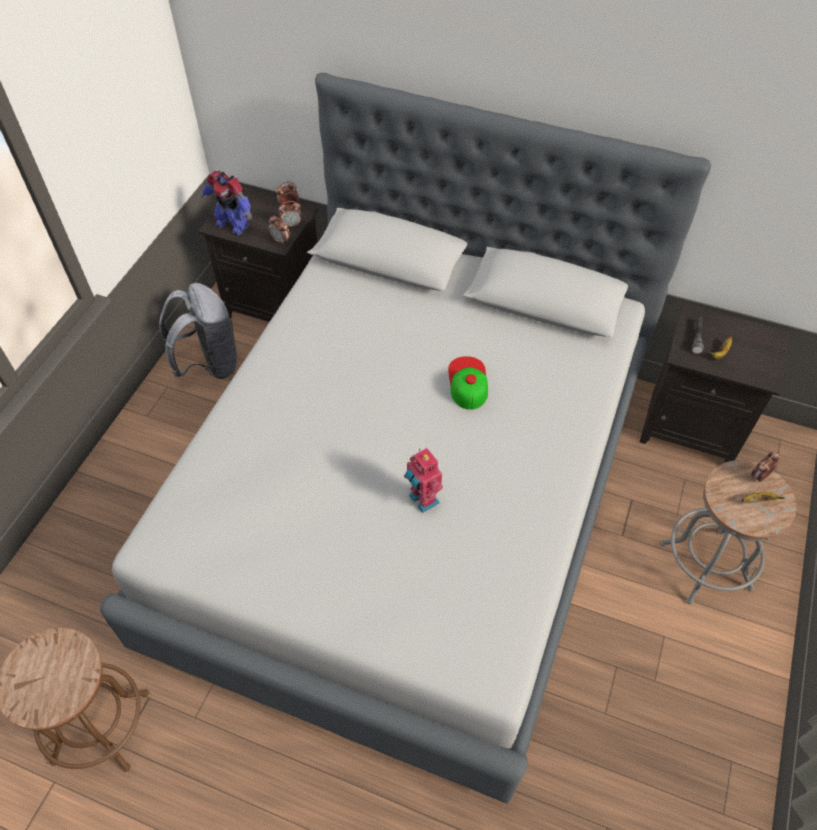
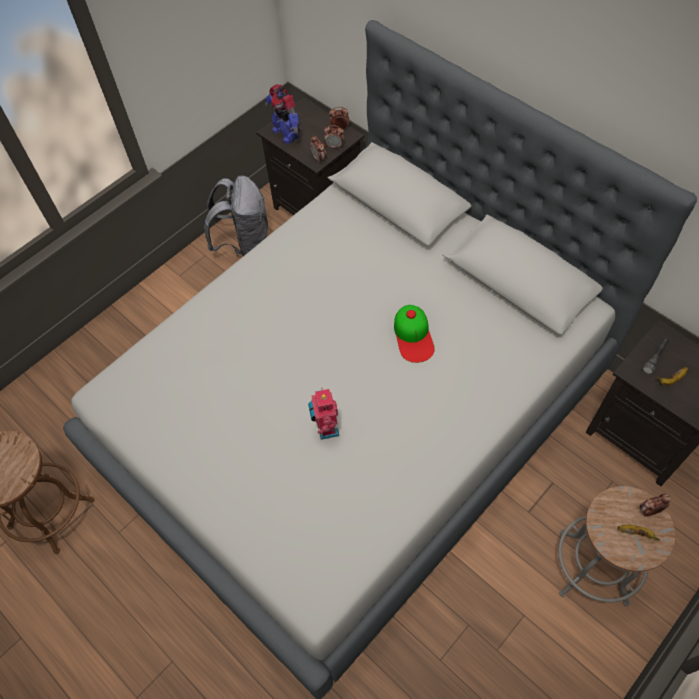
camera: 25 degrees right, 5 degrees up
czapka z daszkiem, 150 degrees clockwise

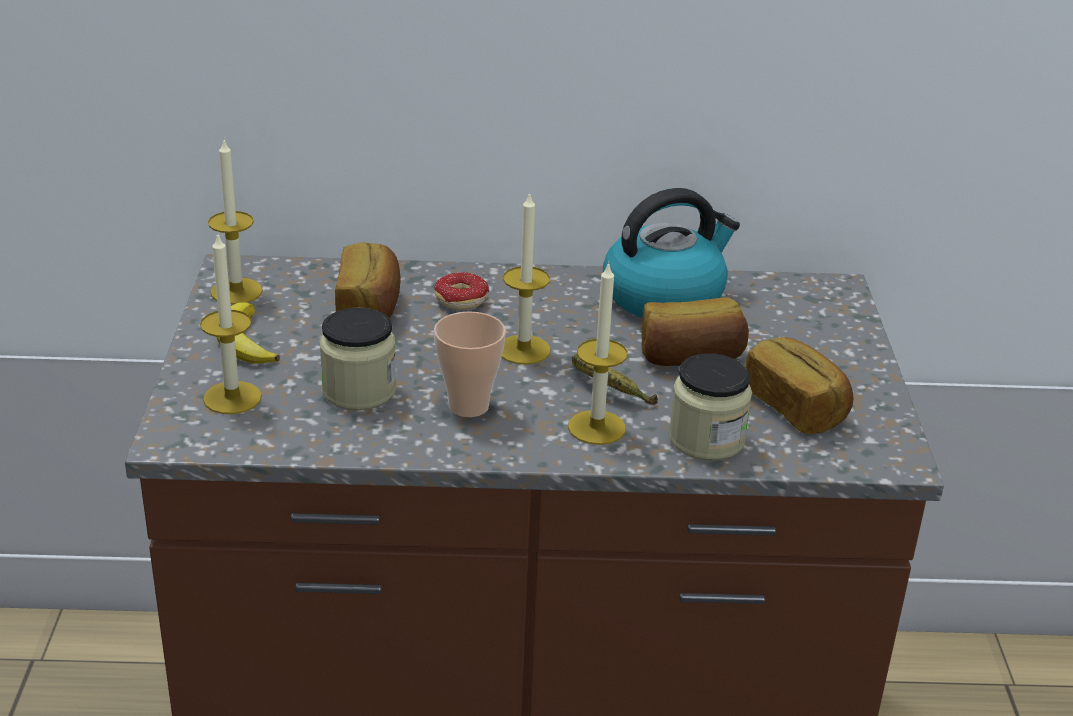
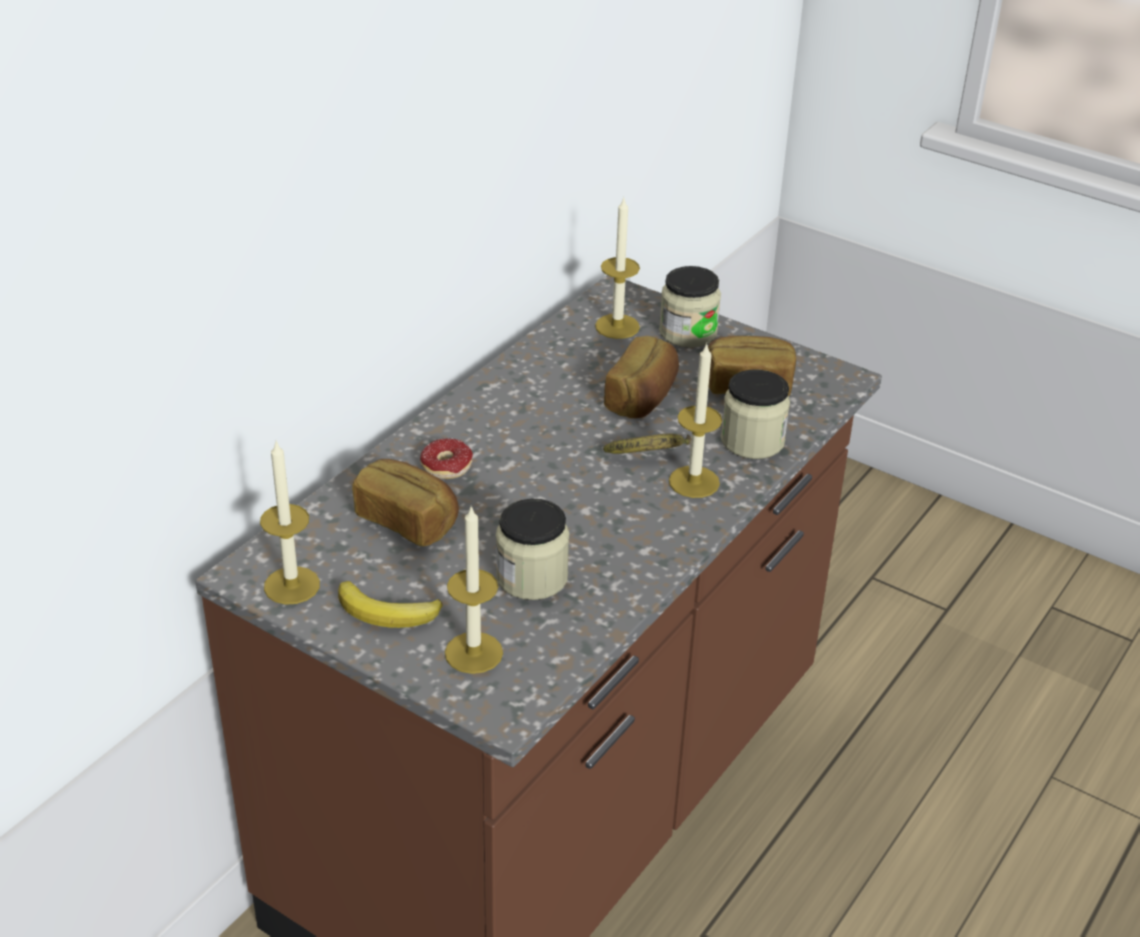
camera: 55 degrees left, 5 degrees up
czajnik -> none
świeca (no. 3 from left), shifted
filiżanka -> none
none -> słoik (no. 2 from left)

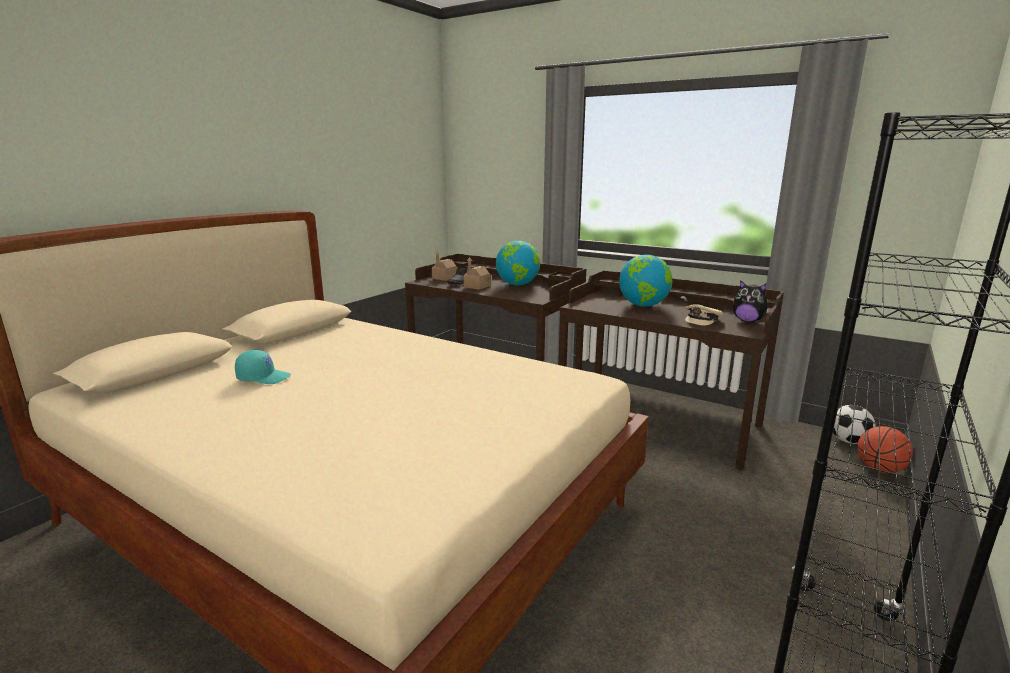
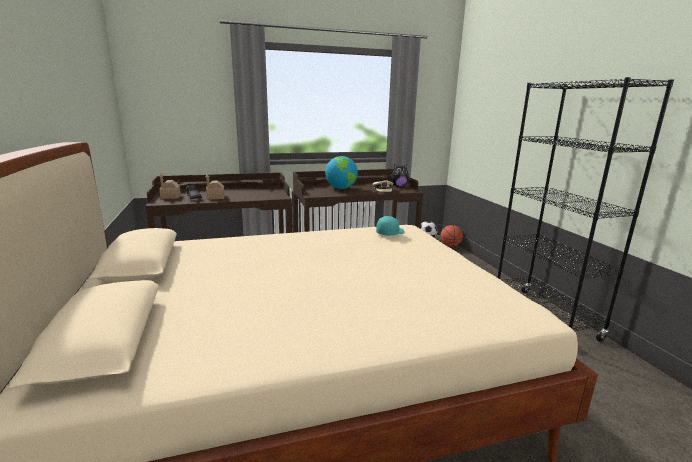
camera: 50 degrees left, 0 degrees up
globus (no. 1 from left) -> none
czapka z daszkiem [turkusowy], shifted

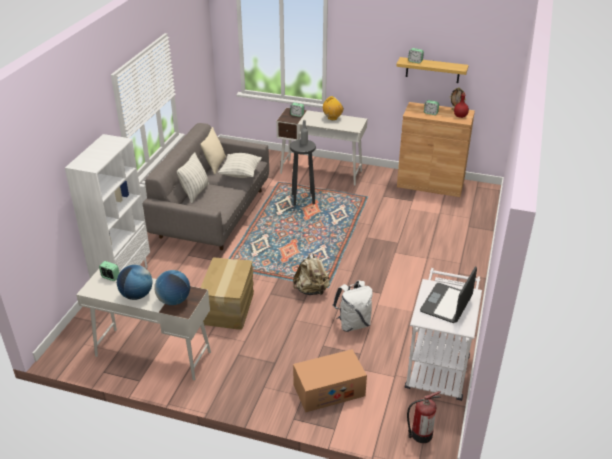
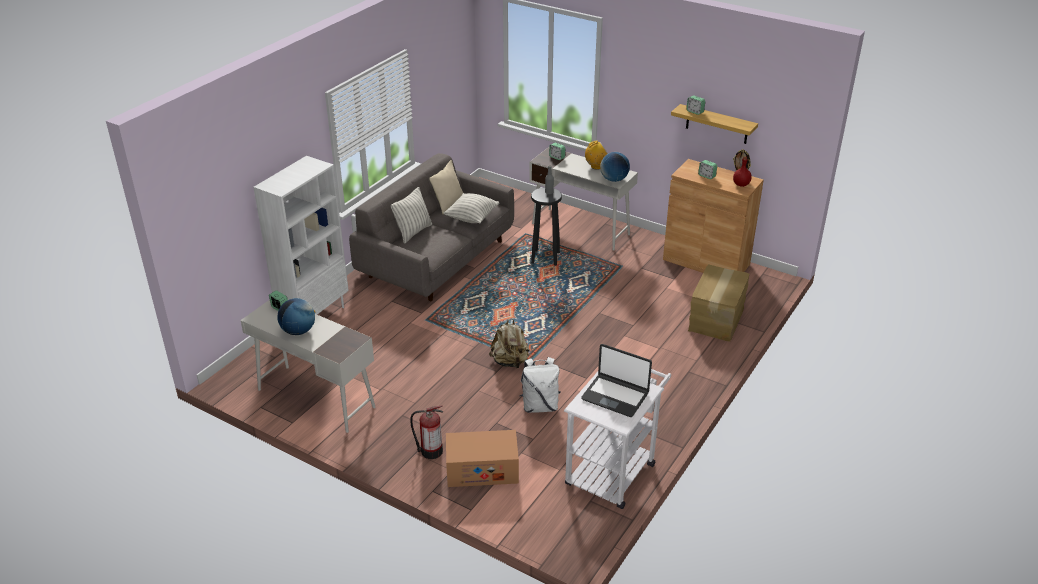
camera: 15 degrees right, 0 degrees up
karton (no. 1 from left in the first image) -> karton (no. 2 from left), shifted
laptop, 105 degrees counterclockwise
globus (no. 2 from left), shifted
gaśnica, shifted

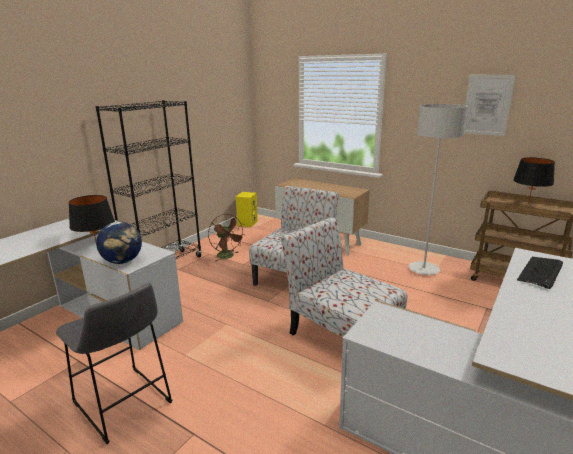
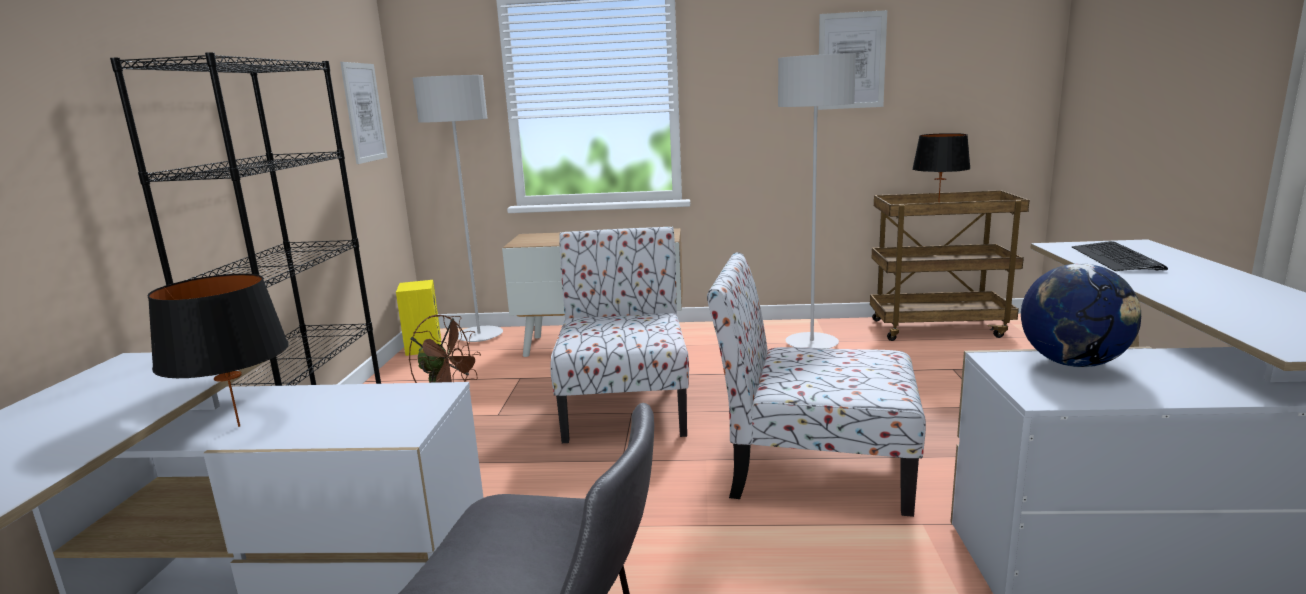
camera: 30 degrees left, 5 degrees down
globus, shifted
none -> obraz (no. 1 from left)
none -> lampa stojąca [szary] (no. 1 from left)

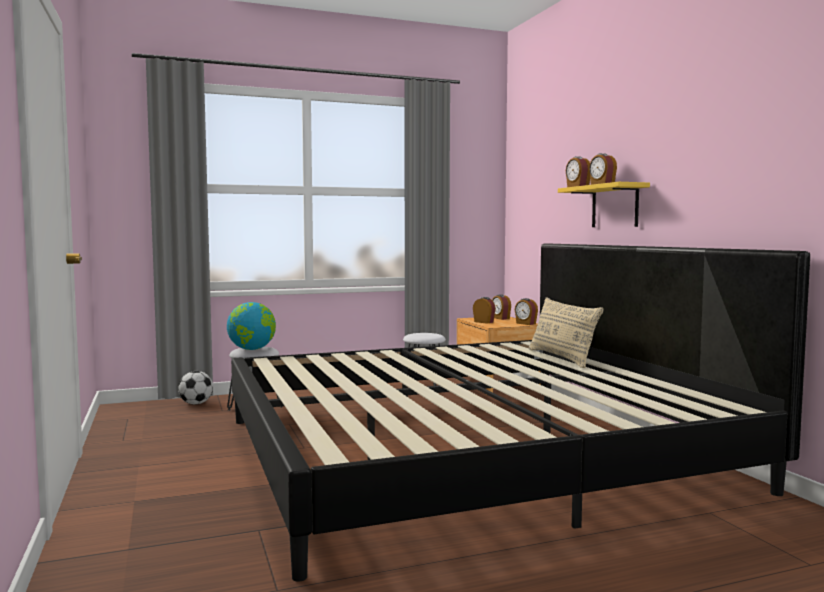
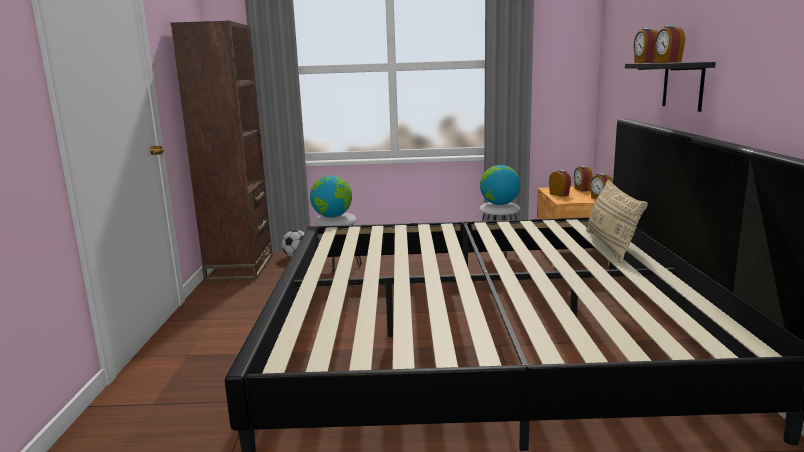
camera: 20 degrees right, 10 degrees up
półka [żółty] -> półka [czarny]
none -> regał [brązowy]
none -> globus (no. 2 from left)

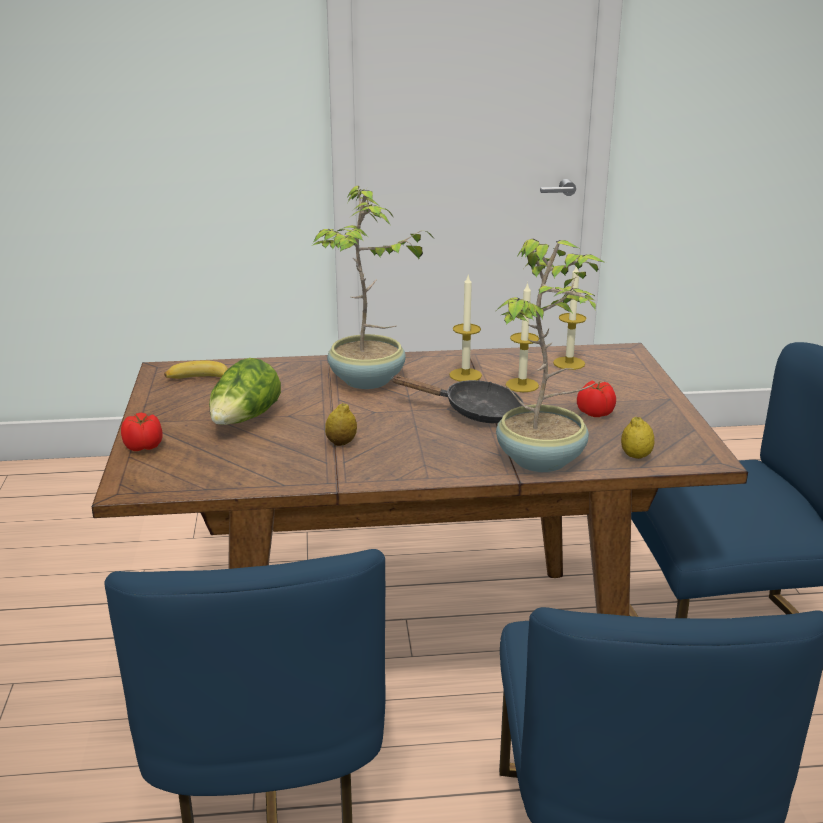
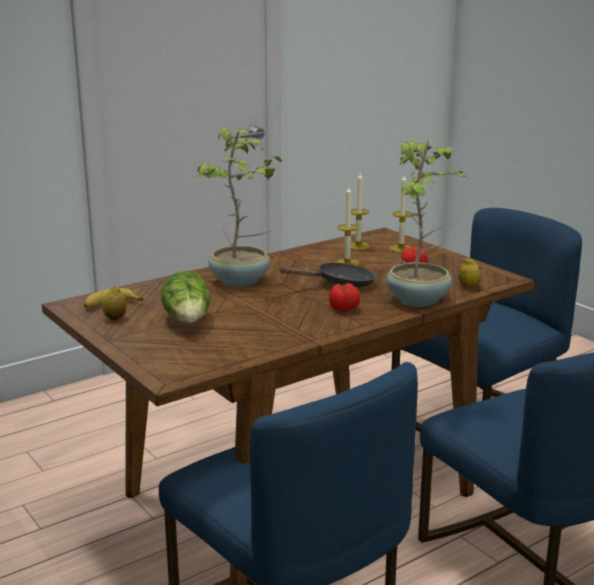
camera: 30 degrees left, 5 degrees down
świeca (no. 1 from left in the first image) -> świeca (no. 3 from left), shifted
cytryna (no. 1 from left), shifted
pomidor (no. 1 from left), shifted

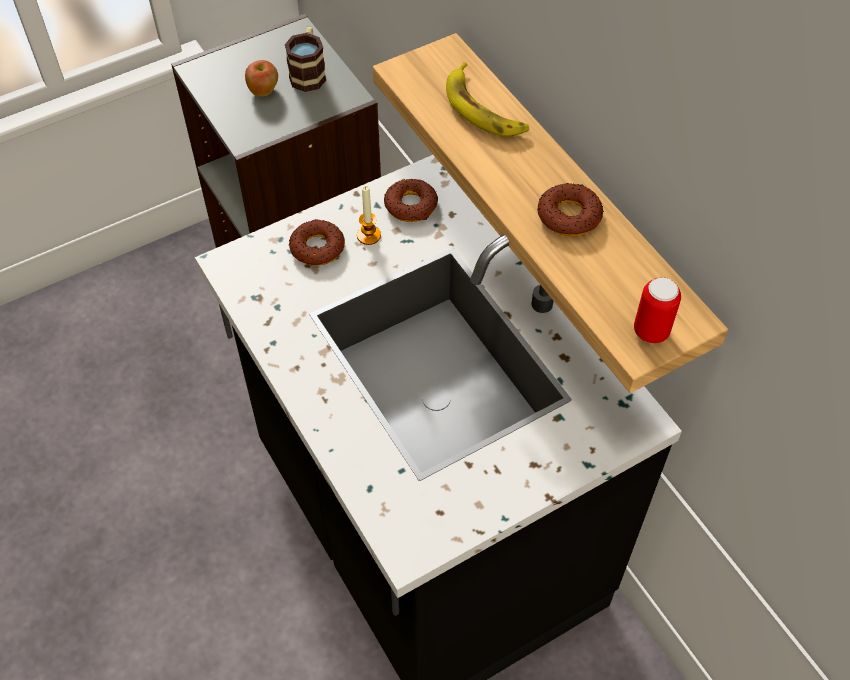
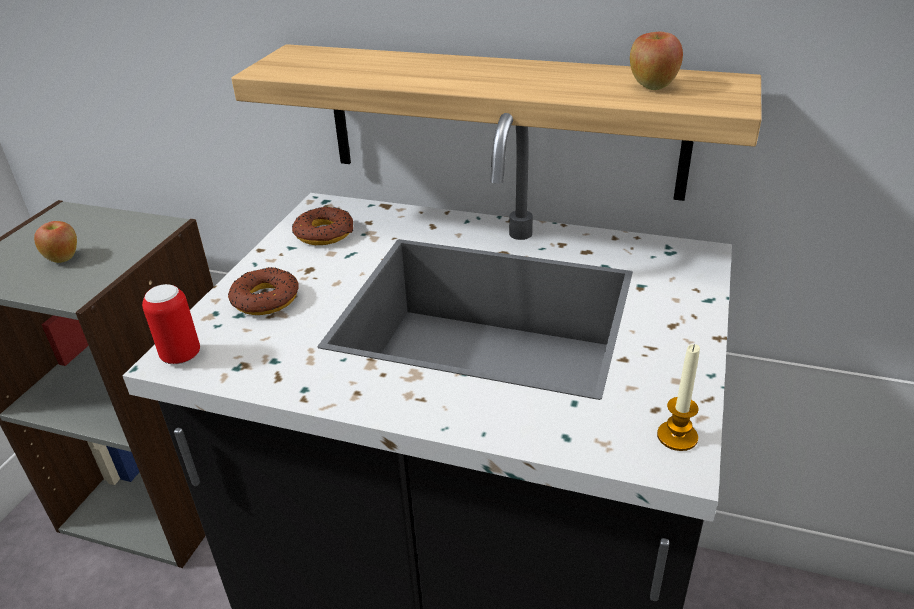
camera: 40 degrees left, 20 degrees down
kubek -> none
banan -> none
donut (no. 3 from left) -> none
świeca, shifted
puszka, shifted
none -> jabłko (no. 2 from left)

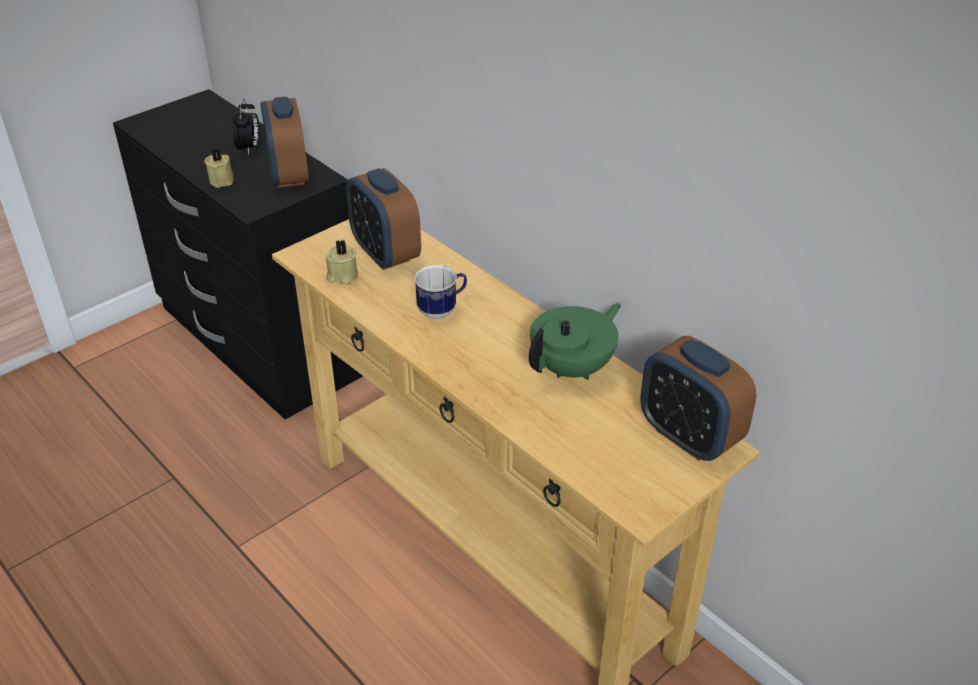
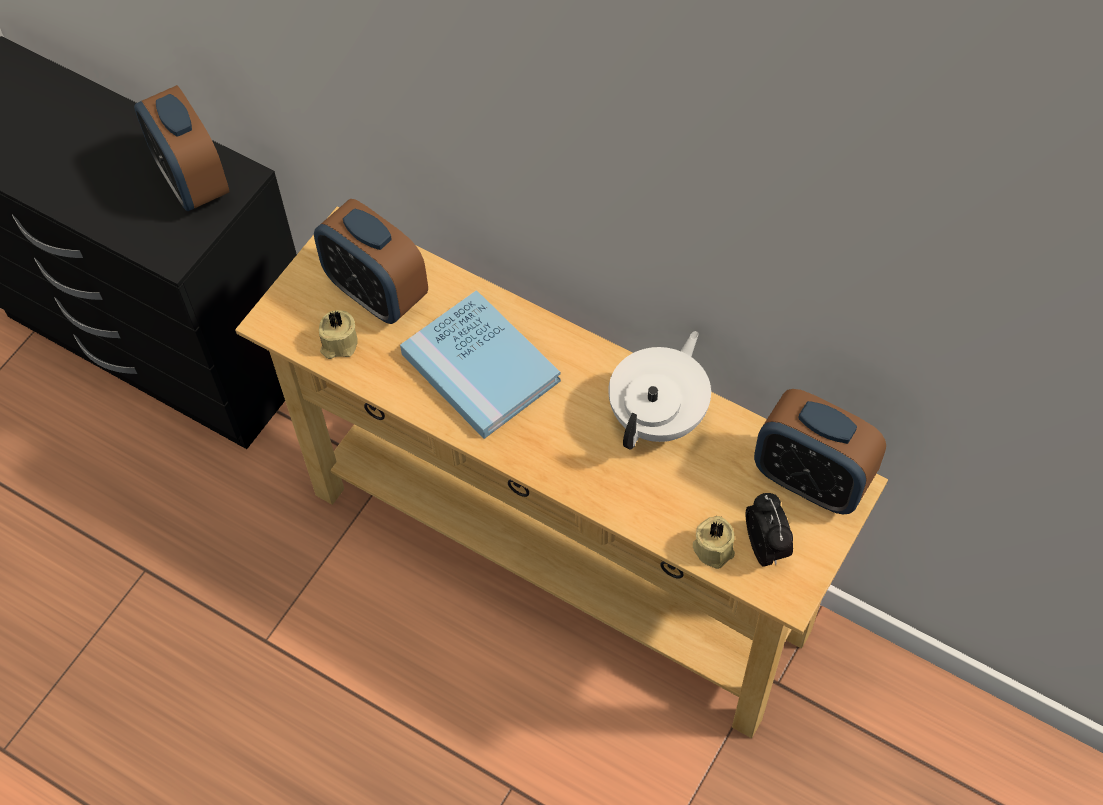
camera: 15 degrees left, 20 degrees up
budzik (no. 1 from left in the first image) -> budzik (no. 3 from left), shifted
świeca [beżowy] (no. 1 from left in the first image) -> świeca [beżowy] (no. 2 from left), shifted
kubek -> książka [niebieski]
imbryk [zielony] -> imbryk [biały]

